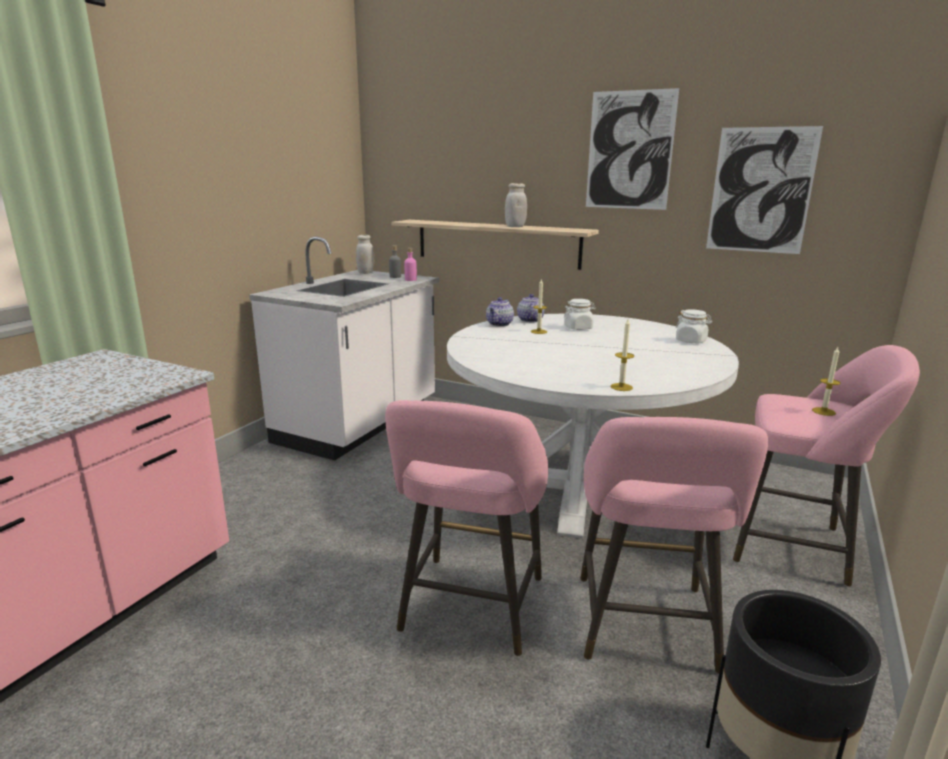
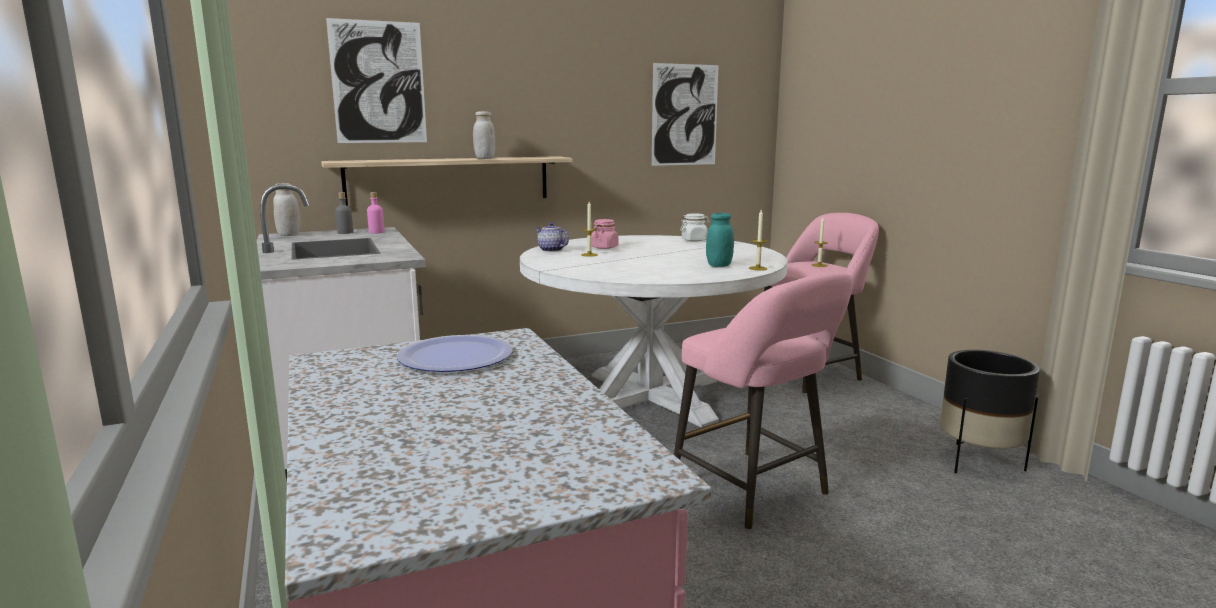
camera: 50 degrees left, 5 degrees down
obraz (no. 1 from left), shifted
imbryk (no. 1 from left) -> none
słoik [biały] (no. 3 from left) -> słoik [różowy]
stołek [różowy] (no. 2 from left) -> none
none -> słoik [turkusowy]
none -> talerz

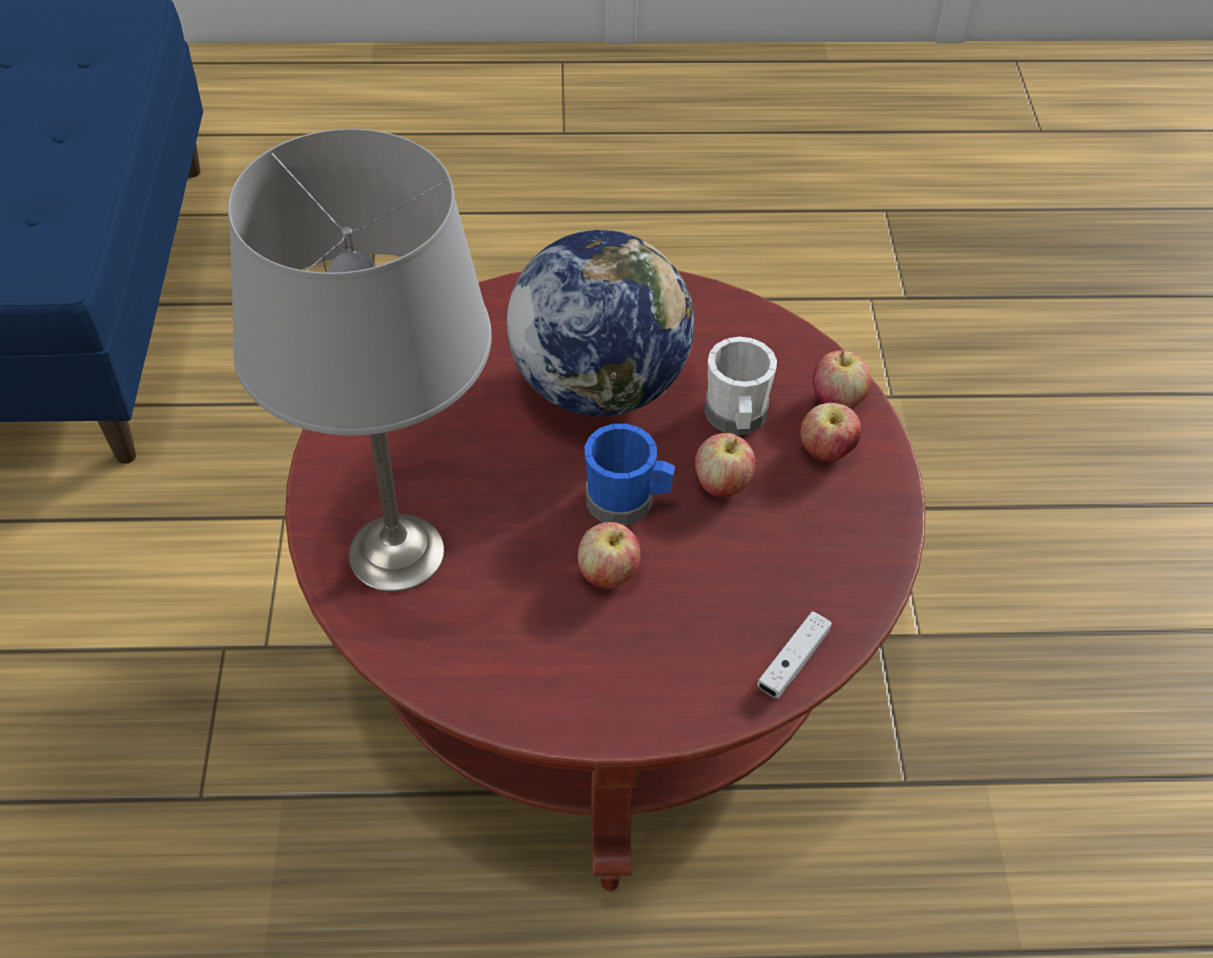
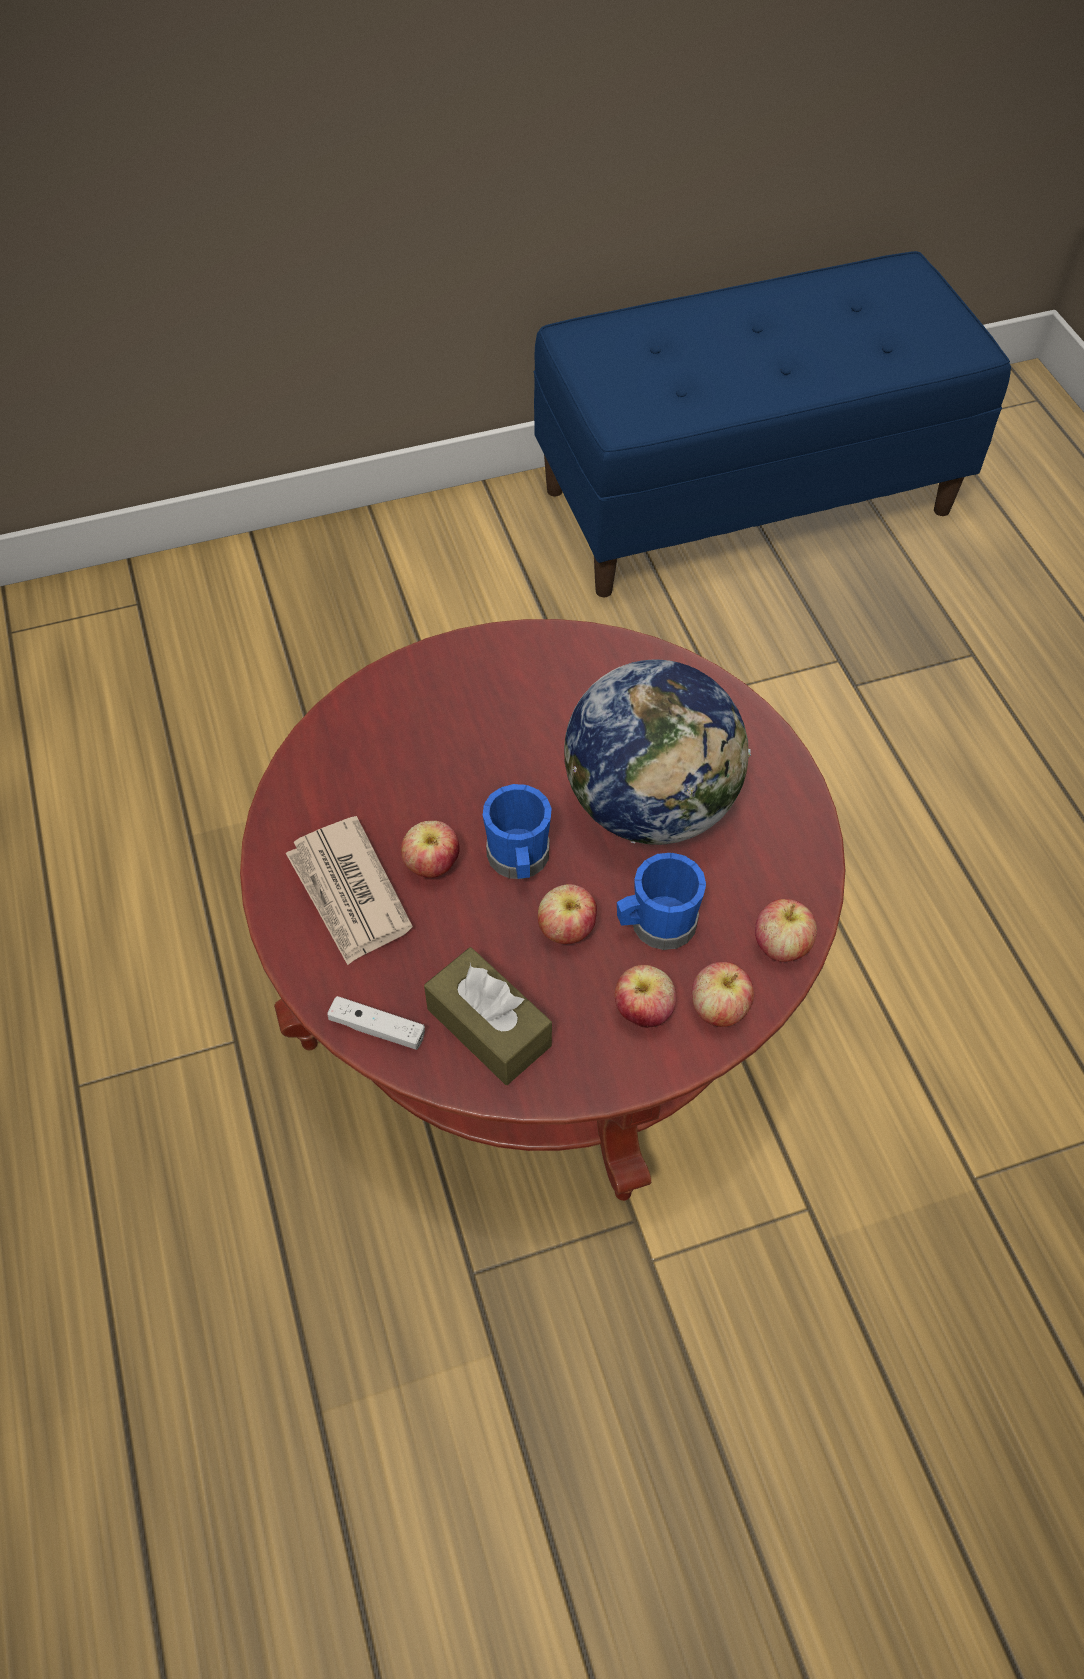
camera: 75 degrees right, 5 degrees up
lampa stołowa [szary] -> none
kubek [biały] -> kubek [niebieski] (no. 2 from left)
none -> gazeta
none -> jabłko (no. 5 from left)
none -> pudełko chusteczek [brązowy]

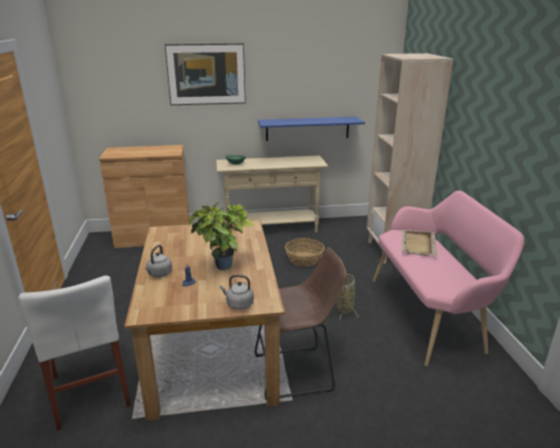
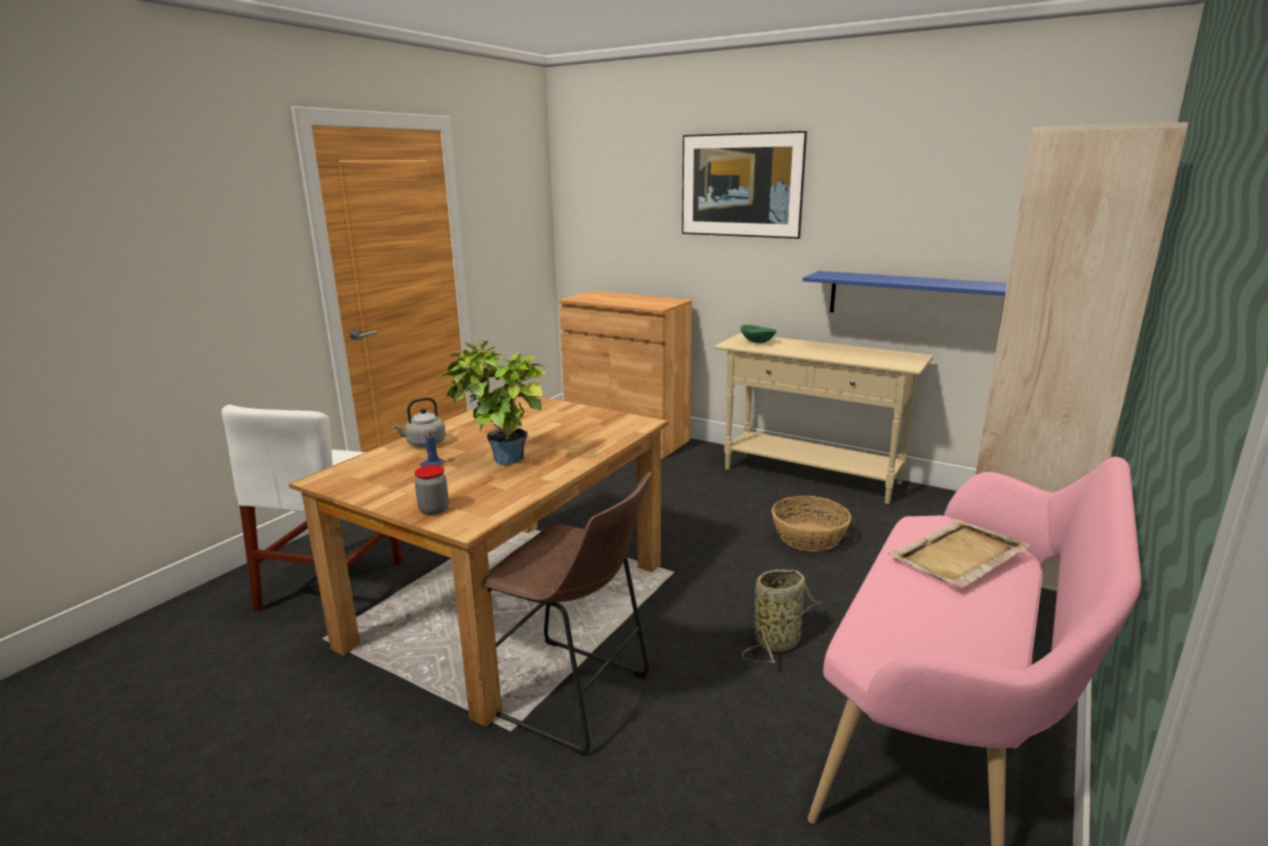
camera: 40 degrees right, 5 degrees down
czajnik [szary] (no. 2 from left) -> słoik

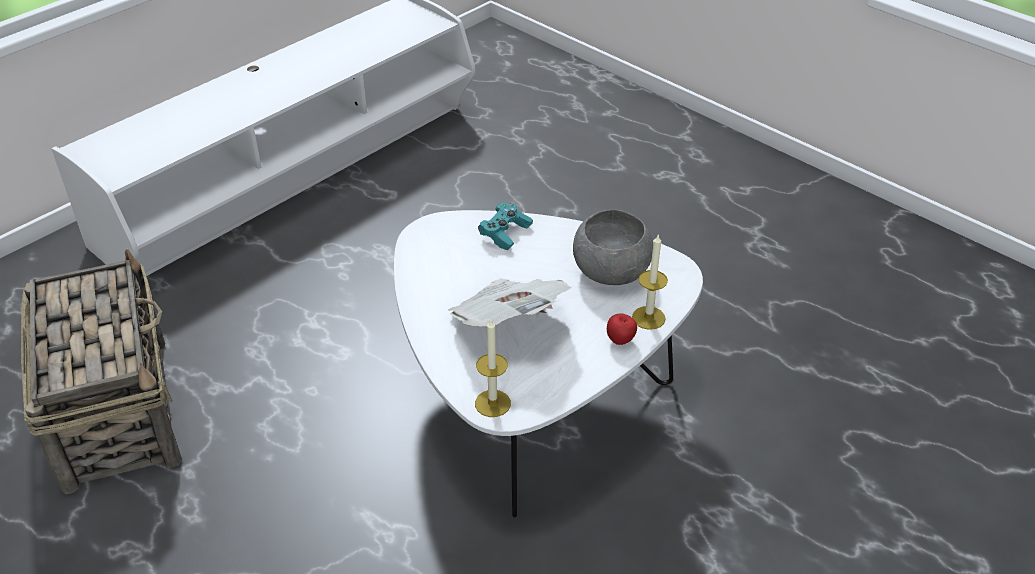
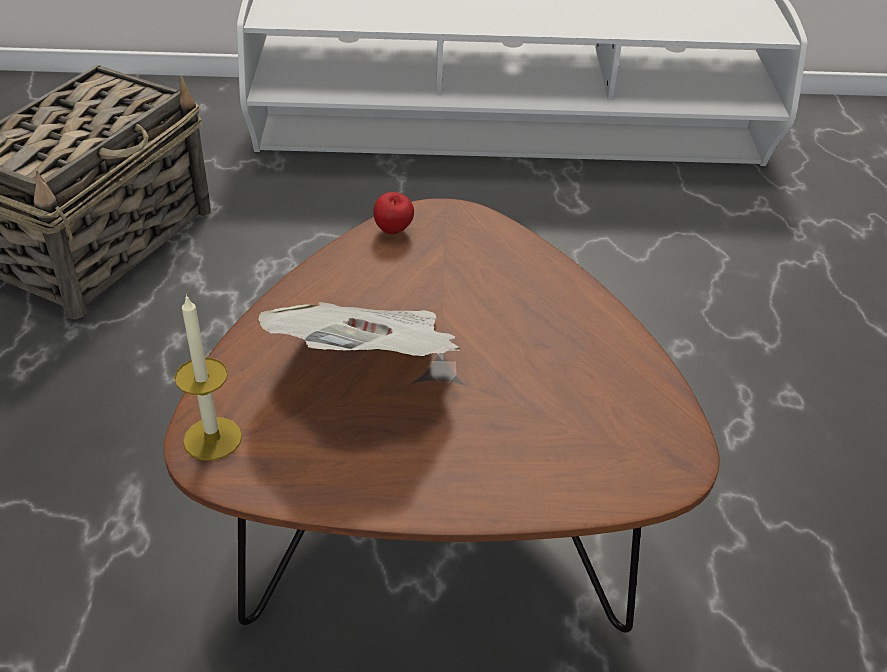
camera: 45 degrees right, 0 degrees up
pad do gier [turkusowy] -> none
miska [szary] -> none
ława [biały] -> ława [brązowy]
świeca (no. 2 from left) -> none
jabłko, shifted

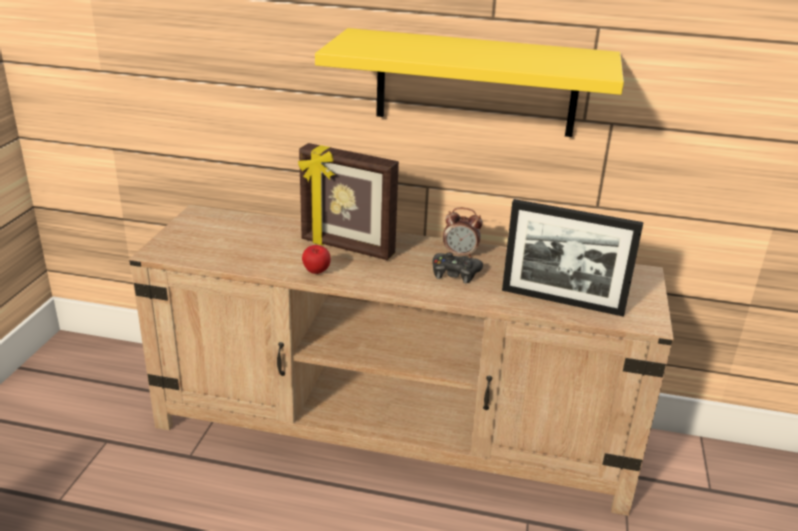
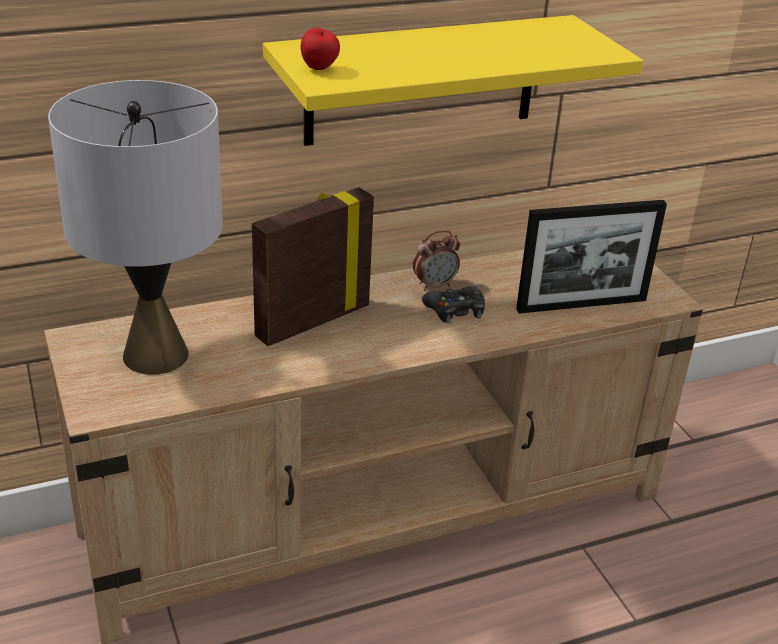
camera: 35 degrees left, 5 degrees up
ramka na zdjęcie (no. 1 from left), 150 degrees clockwise
jabłko, shifted
none -> lampa stołowa [szary]

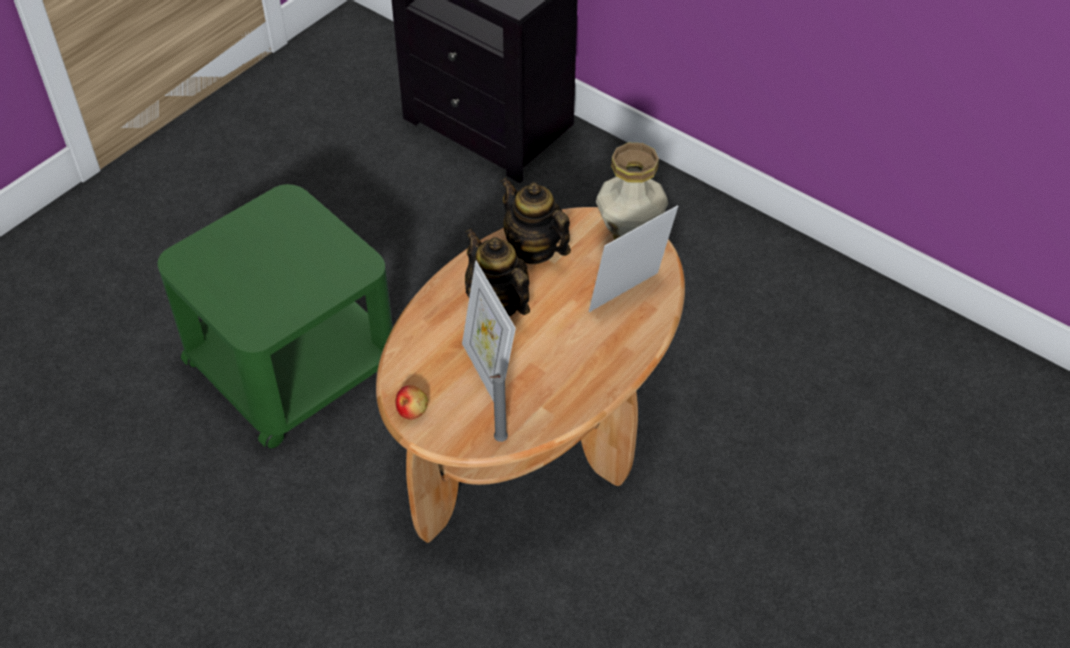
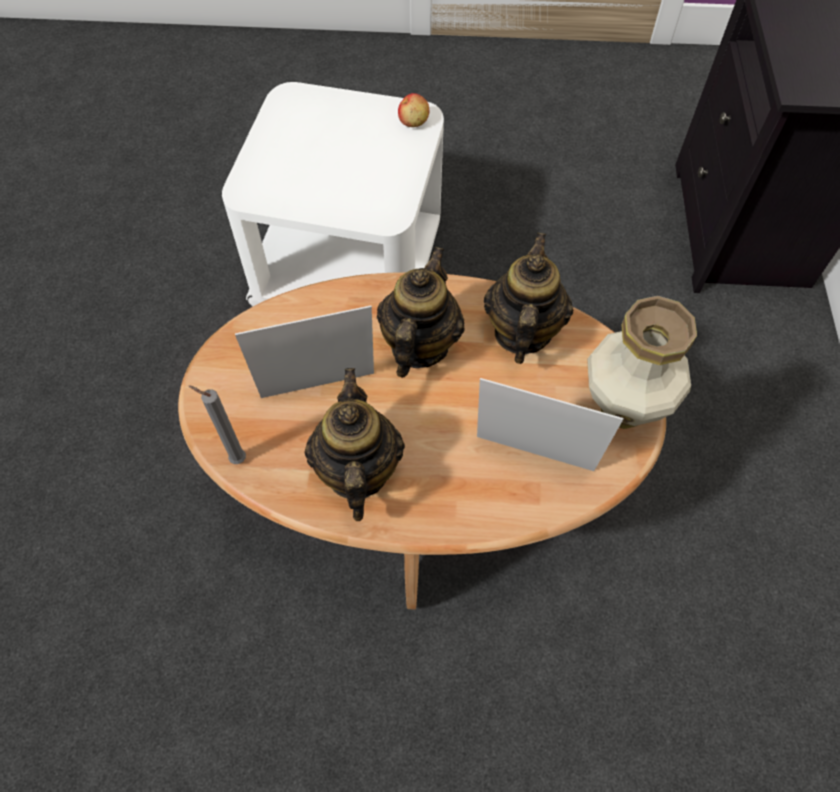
camera: 55 degrees right, 10 degrees up
stolik [zielony] -> stolik [biały]
ramka na zdjęcie (no. 1 from left), 45 degrees clockwise
jabłko, shifted
none -> imbryk (no. 1 from left)

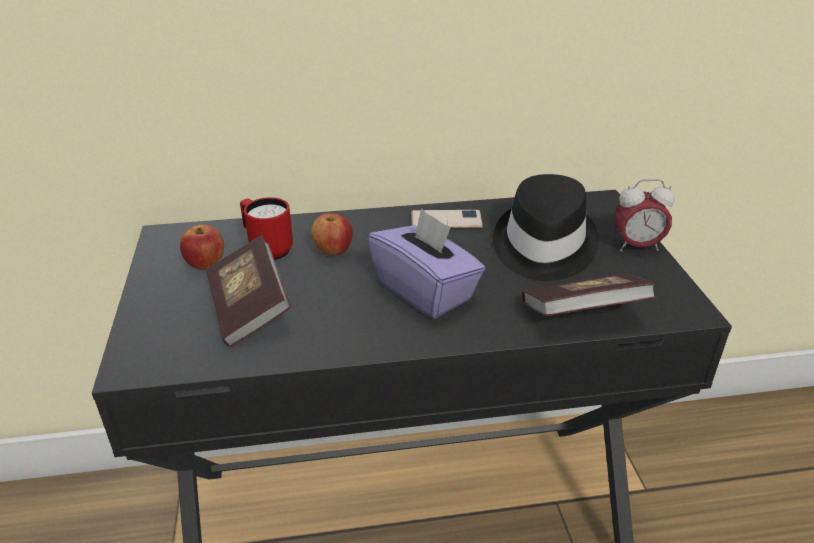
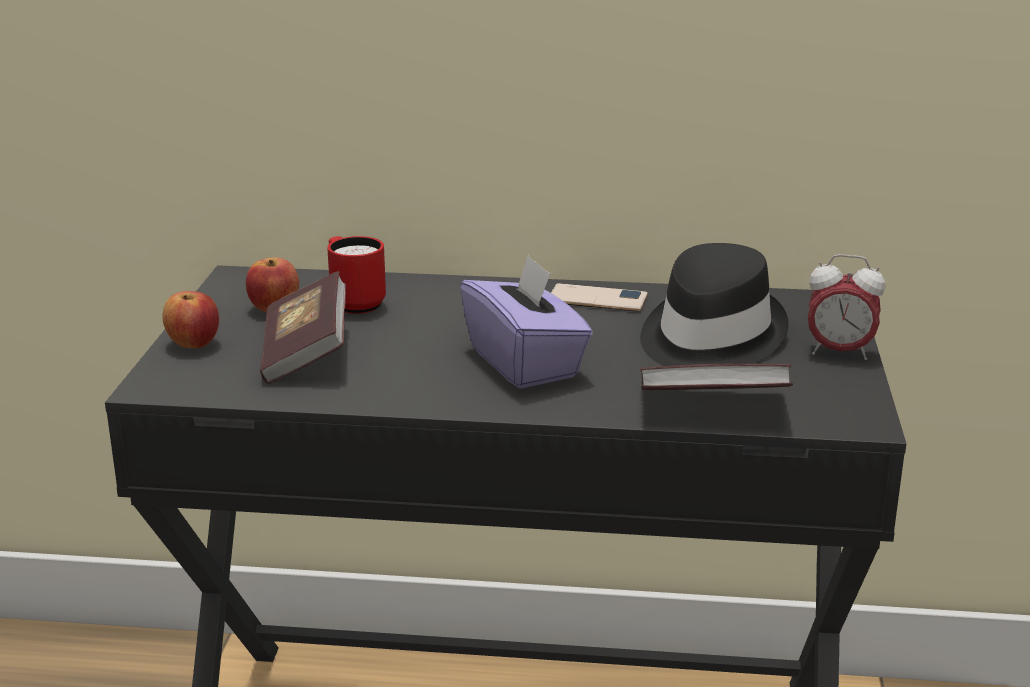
camera: 15 degrees right, 10 degrees down
jabłko (no. 2 from left in the first image) -> jabłko (no. 1 from left), shifted

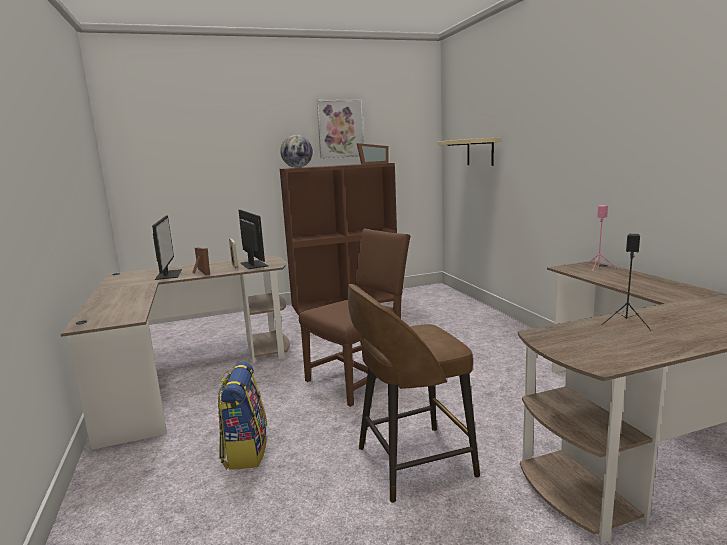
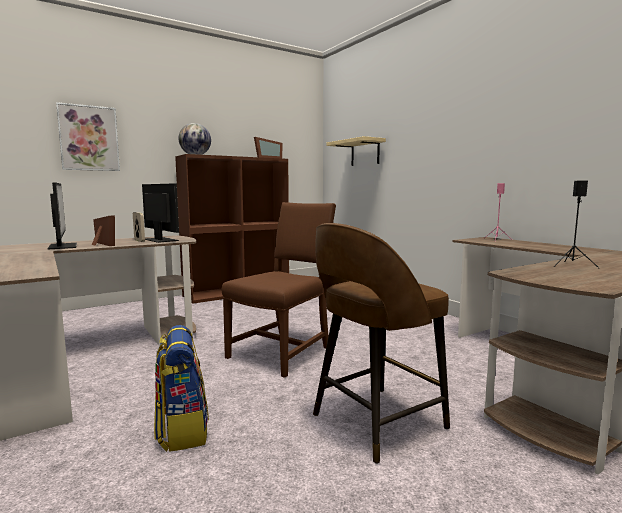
camera: 15 degrees left, 5 degrees down
obraz, shifted

